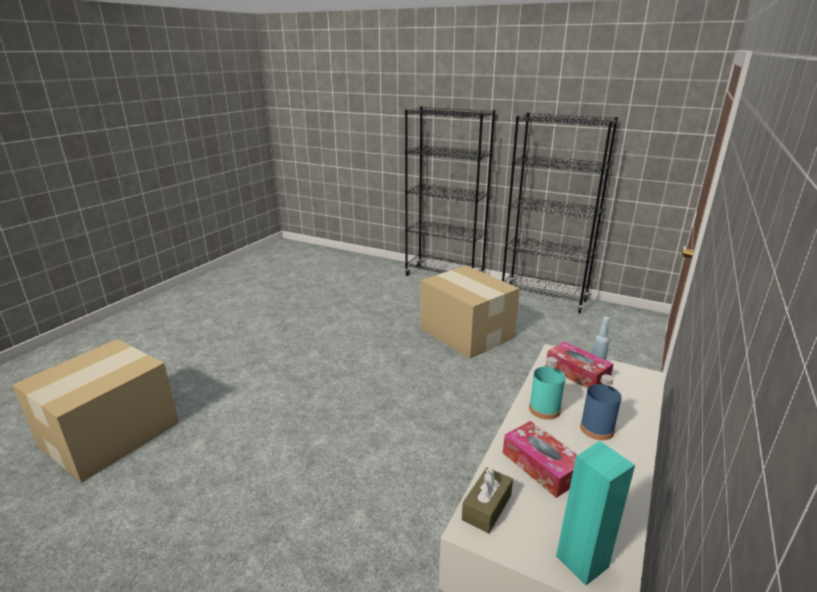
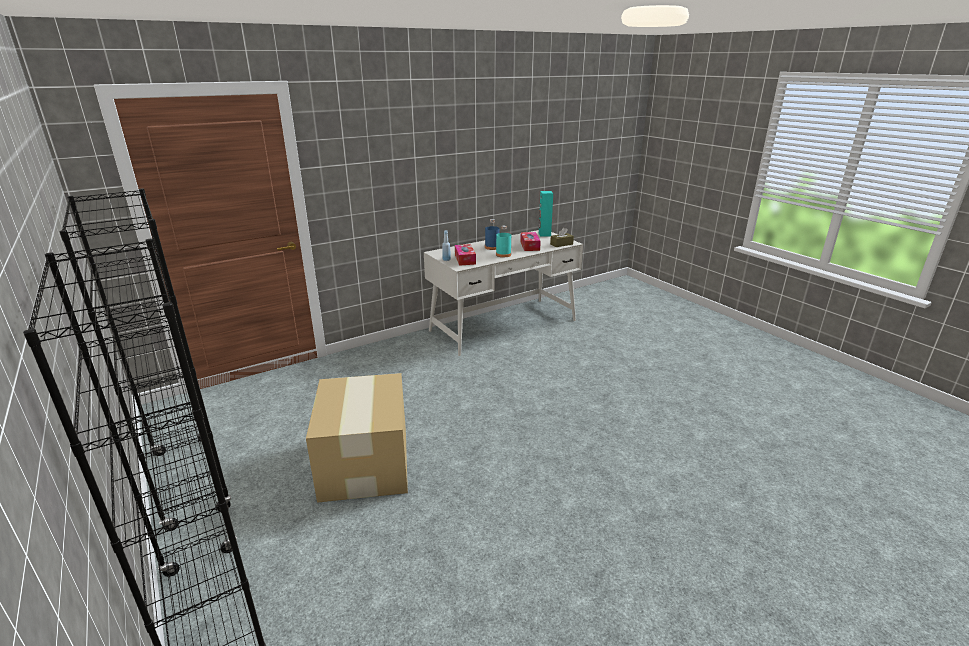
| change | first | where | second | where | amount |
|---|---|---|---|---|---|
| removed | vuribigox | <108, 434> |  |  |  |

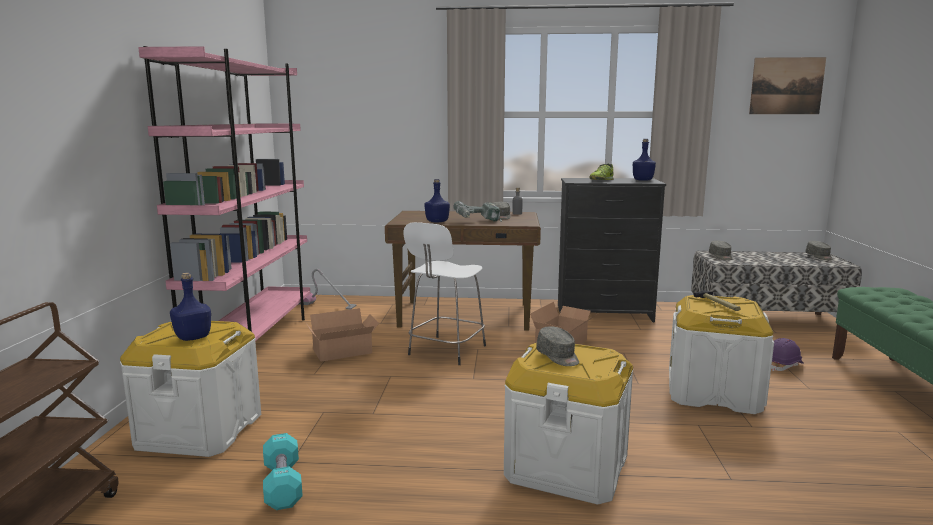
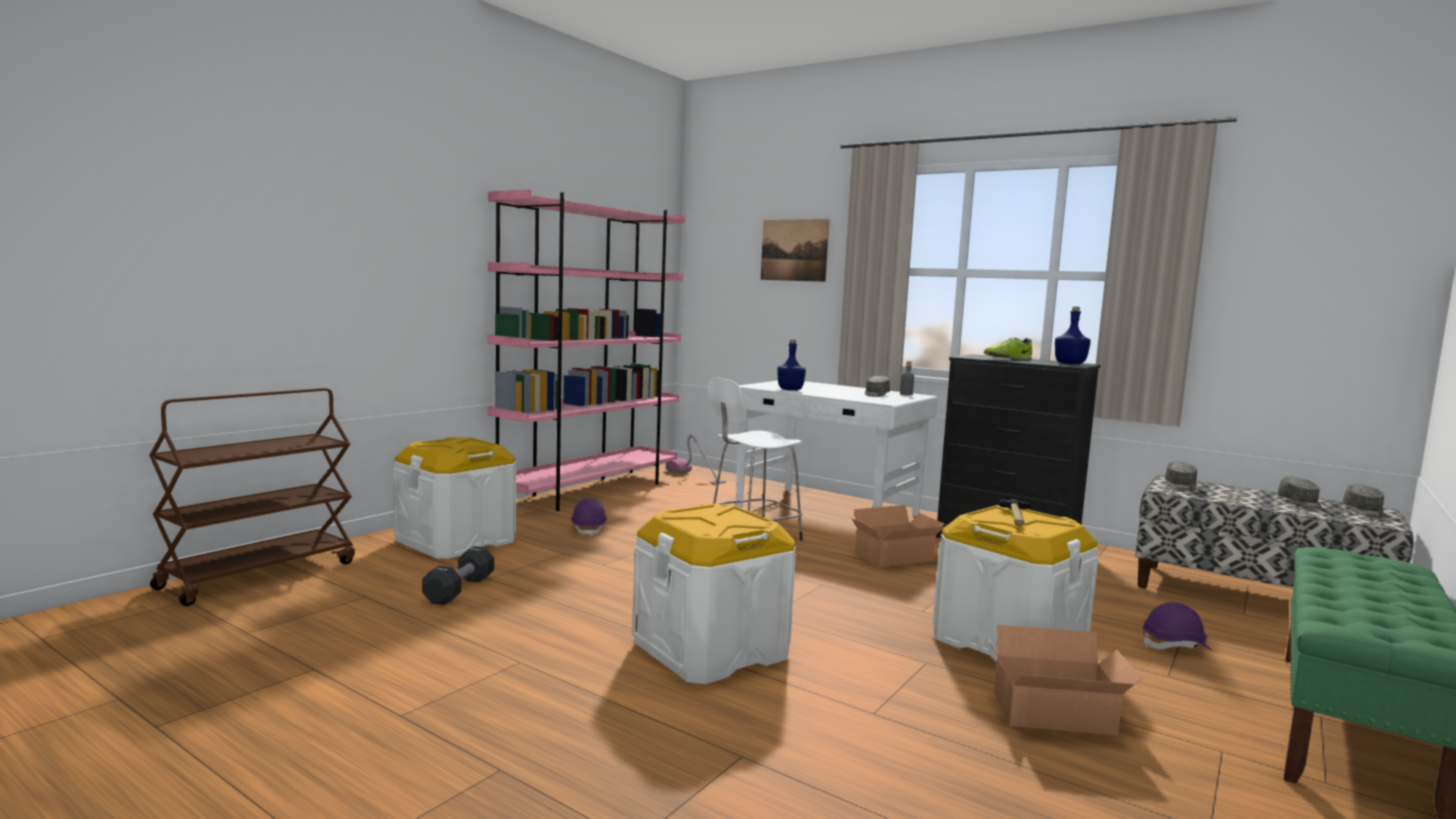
| change | first | where | second | where | amount |
|---|---|---|---|---|---|
| recoloured | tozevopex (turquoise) | <282, 484> | tozevopex (black) | <459, 590> |  |
| added |  |  | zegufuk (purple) | <589, 529> |  |
| recoloured | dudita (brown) | <466, 315> | dudita (white) | <827, 512> |  |
| moved | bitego | <786, 86> |  | <794, 250> |  |
| moved | vuribigox | <344, 352> |  | <1057, 715> |  |
| moved | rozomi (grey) | <558, 357> |  | <1300, 503> |  |
| removed | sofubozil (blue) | <192, 337> |  |  |  |
| removed | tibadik | <478, 222> |  |  |  |

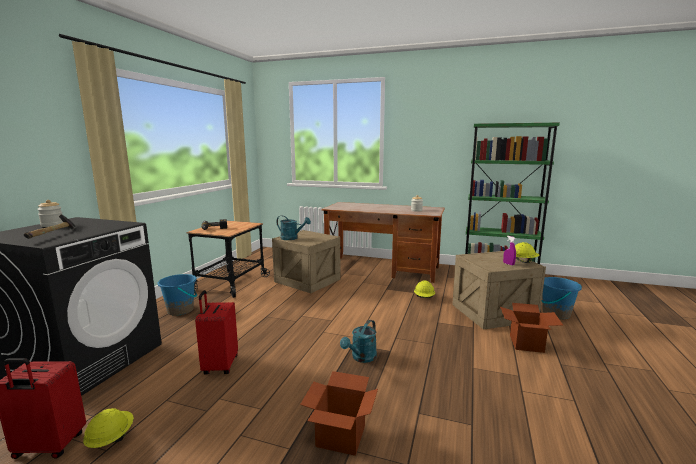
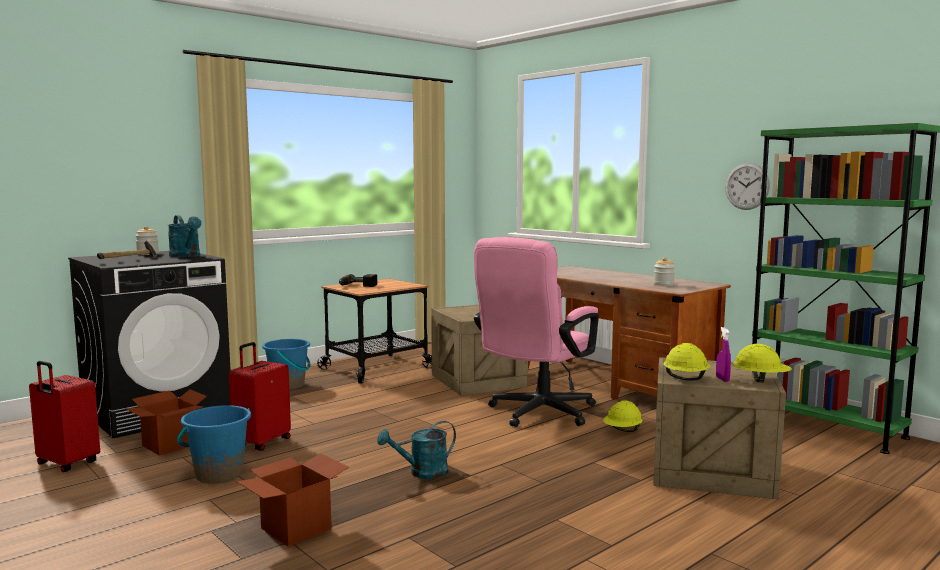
| change | first | where | second | where | amount |
|---|---|---|---|---|---|
| moved | vuribigox | <526, 343> |  | <170, 445> |  |
| moved | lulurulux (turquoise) | <292, 238> |  | <187, 256> |  |
| moved | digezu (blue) | <555, 314> |  | <219, 474> |  |
| added |  |  | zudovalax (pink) | <536, 414> |  |
| moved | zegufuk (yellow) | <110, 439> |  | <685, 378> |  |
| added |  |  | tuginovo | <747, 186> |  |

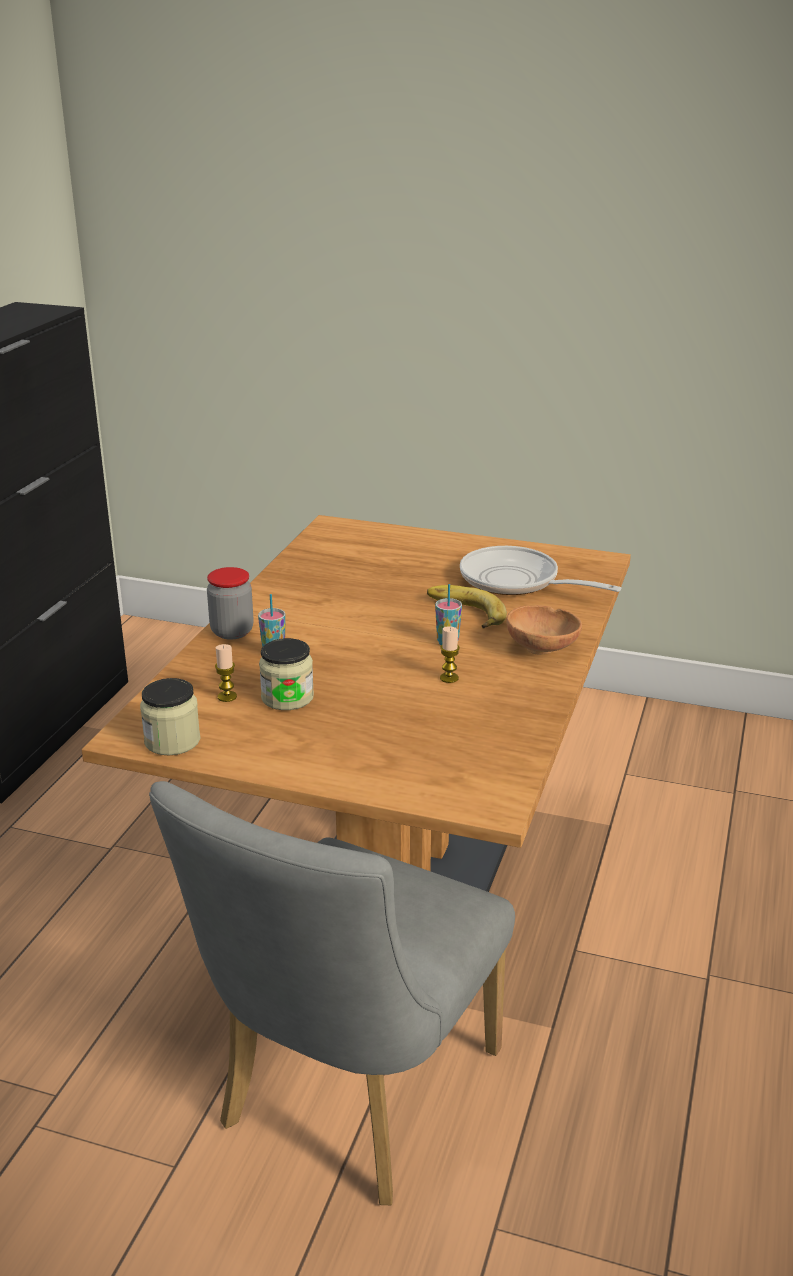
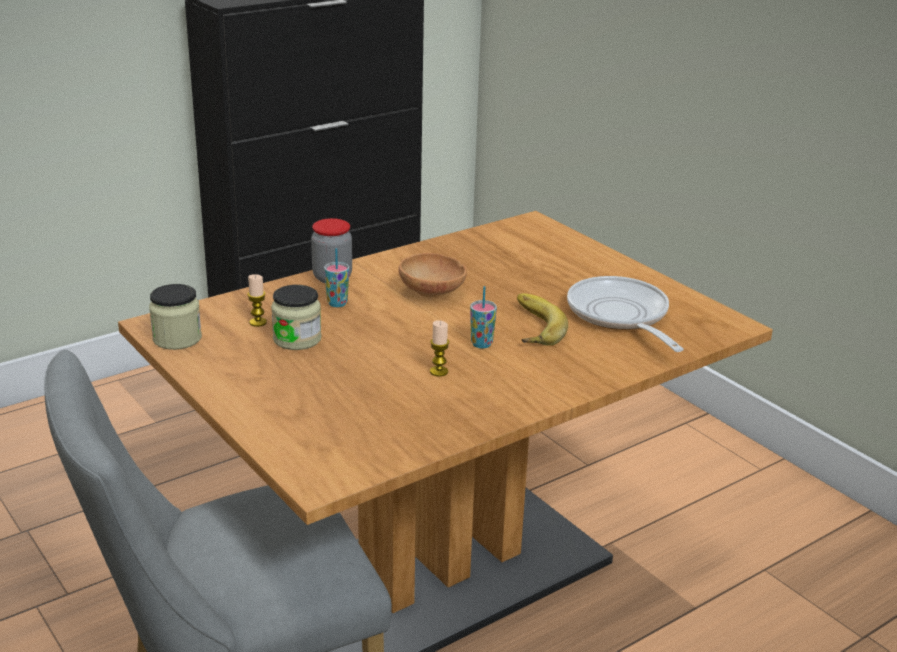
| change | first | where | second | where | amount |
|---|---|---|---|---|---|
| moved | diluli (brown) | <543, 649> |  | <433, 293> |  |

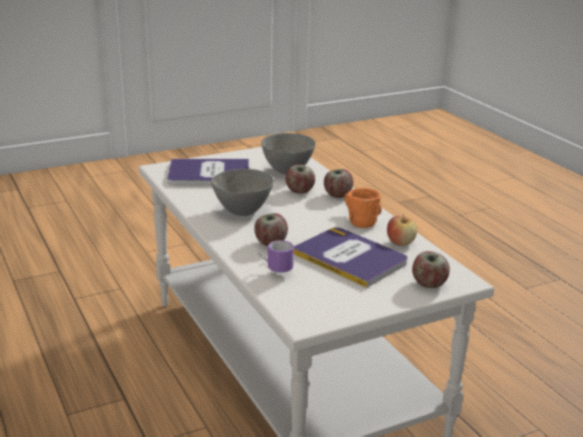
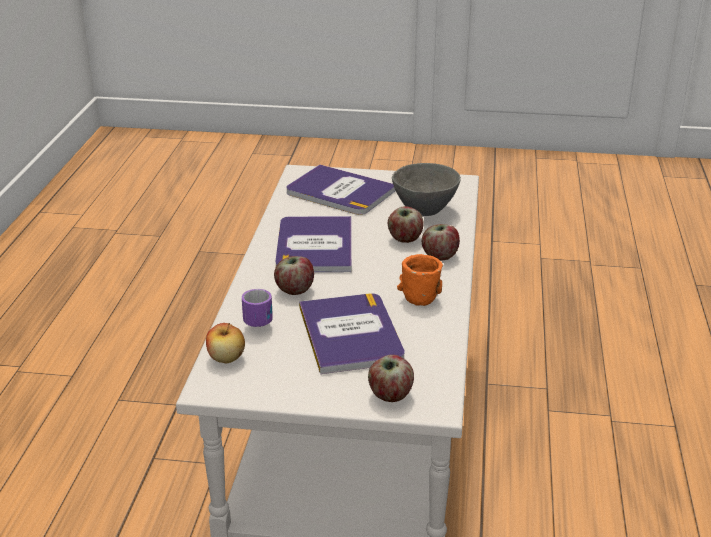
| change | first | where | second | where | amount |
|---|---|---|---|---|---|
| moved | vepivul | <400, 243> |  | <226, 358> |  |
| replaced | diluli (grey) | <242, 212> | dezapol | <314, 246> |  |

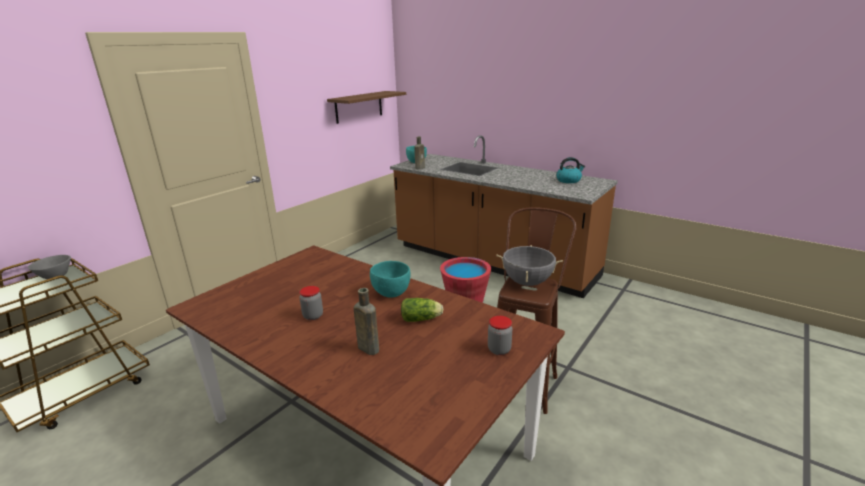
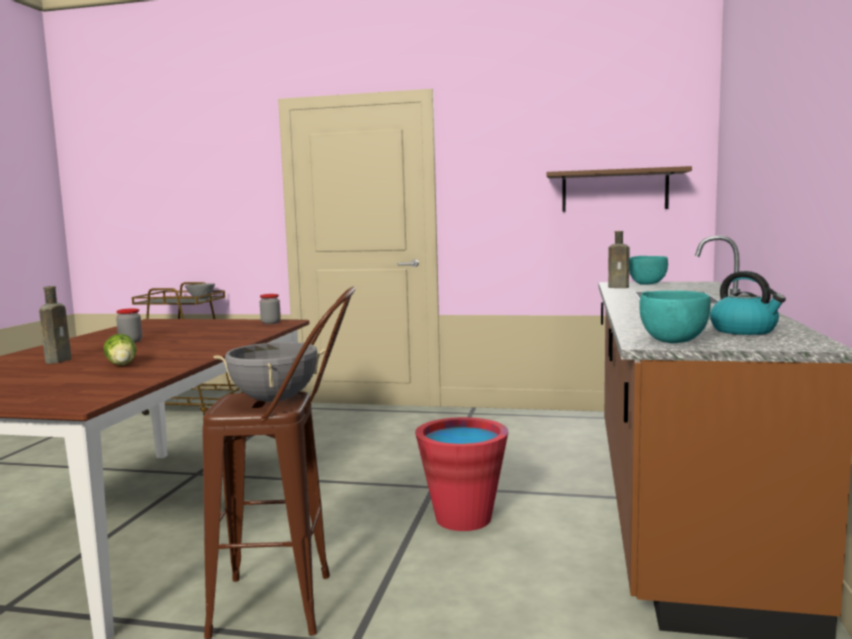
| change | first | where | second | where | amount |
|---|---|---|---|---|---|
| moved | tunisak | <499, 349> |  | <270, 322> |  |
| moved | diluli (turquoise) | <391, 293> |  | <673, 340> |  |

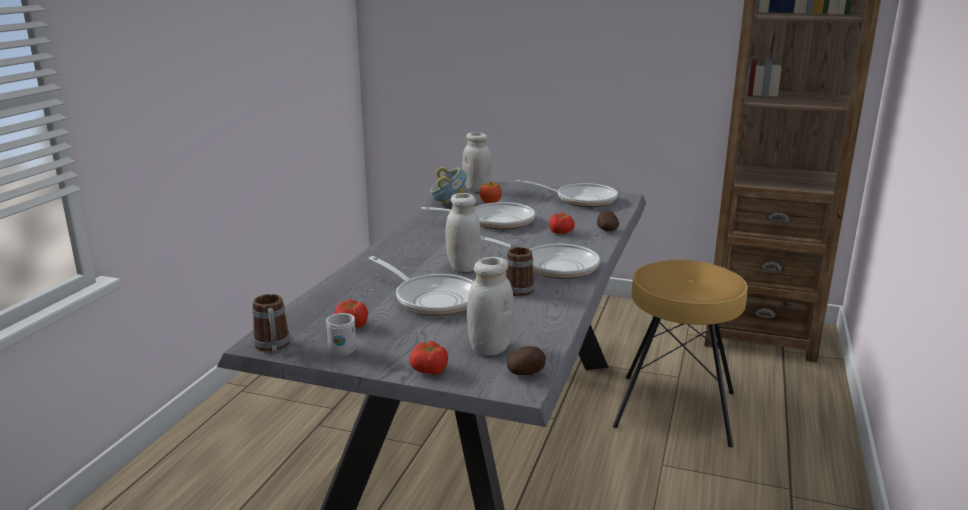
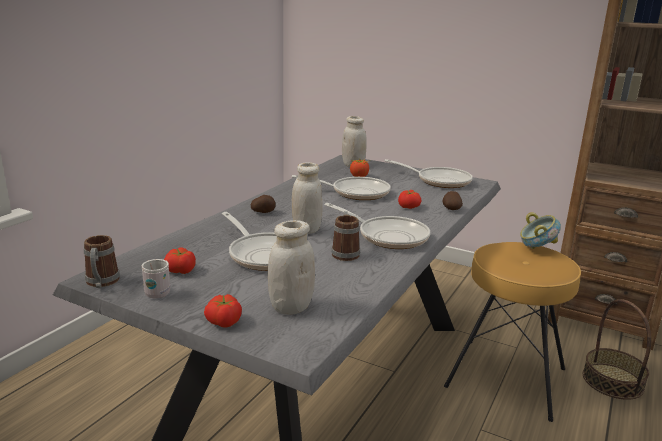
| change | first | where | second | where | amount |
|---|---|---|---|---|---|
| moved | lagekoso | <526, 373> |  | <263, 212> |  |
| moved | diluli | <448, 203> |  | <536, 248> |  |
| added |  |  | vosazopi | <613, 381> |  |

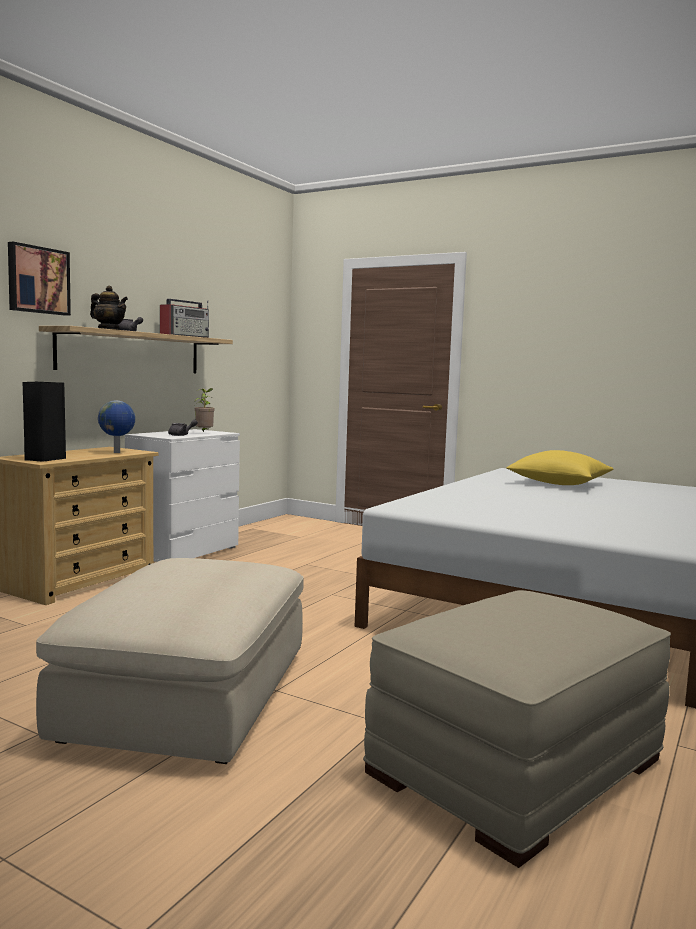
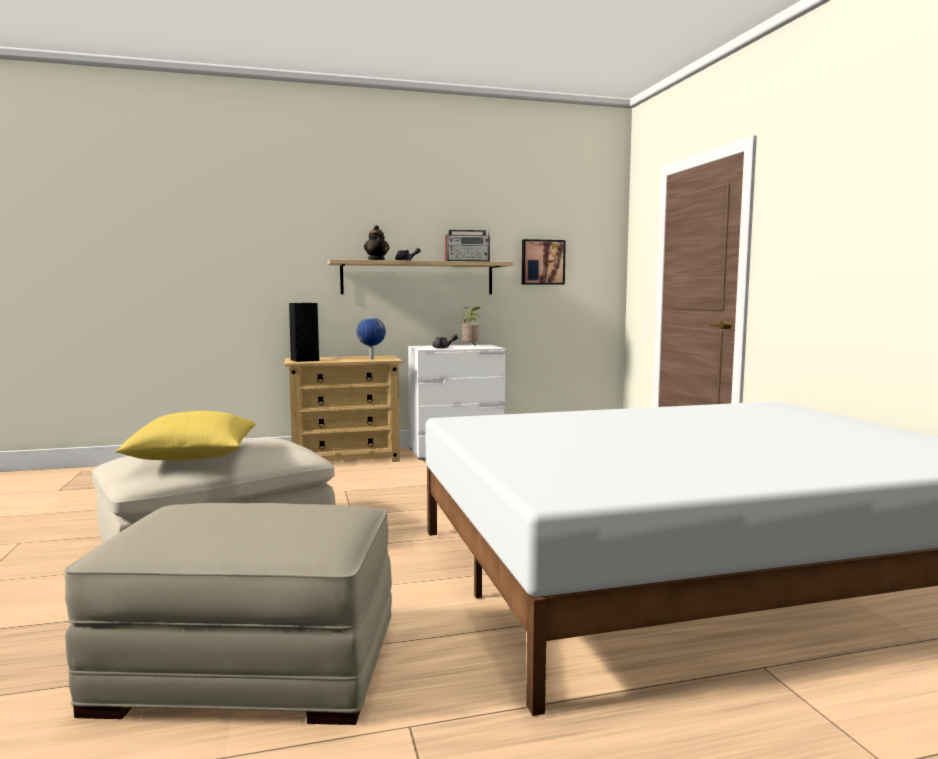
| change | first | where | second | where | amount |
|---|---|---|---|---|---|
| moved | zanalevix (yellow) | <559, 483> |  | <193, 456> |  |
| moved | bitego | <37, 280> |  | <542, 262> |  |

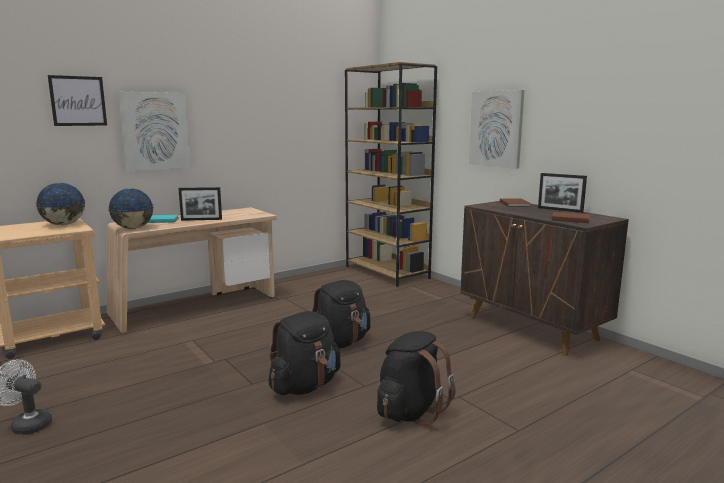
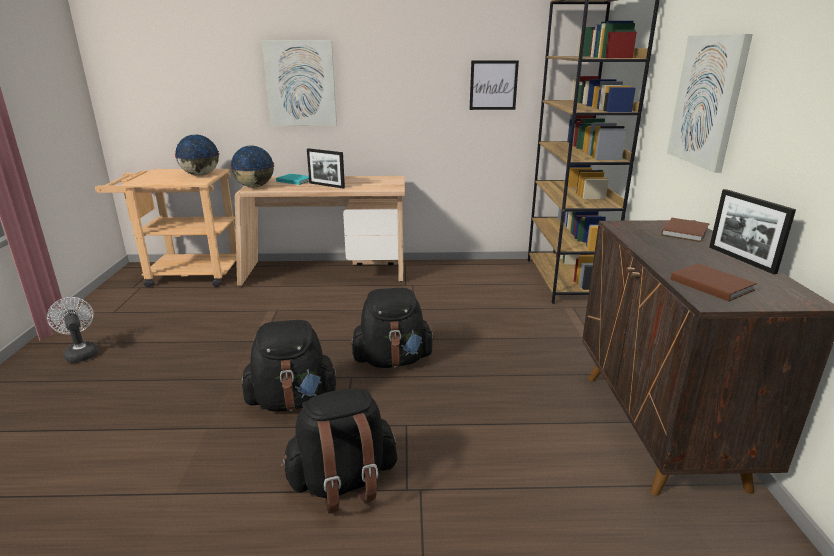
| change | first | where | second | where | amount |
|---|---|---|---|---|---|
| moved | bitego | <78, 101> |  | <493, 85> |  |

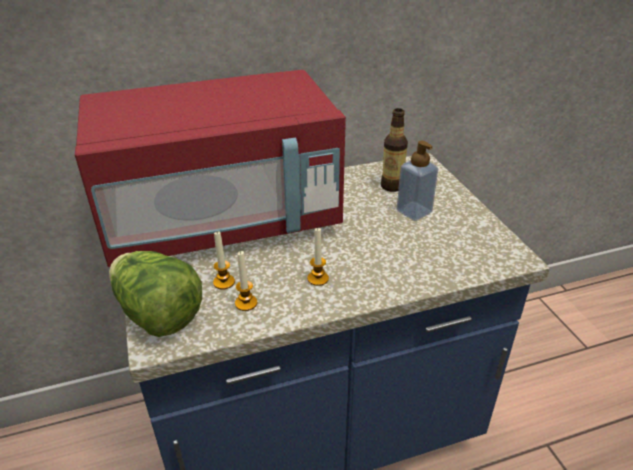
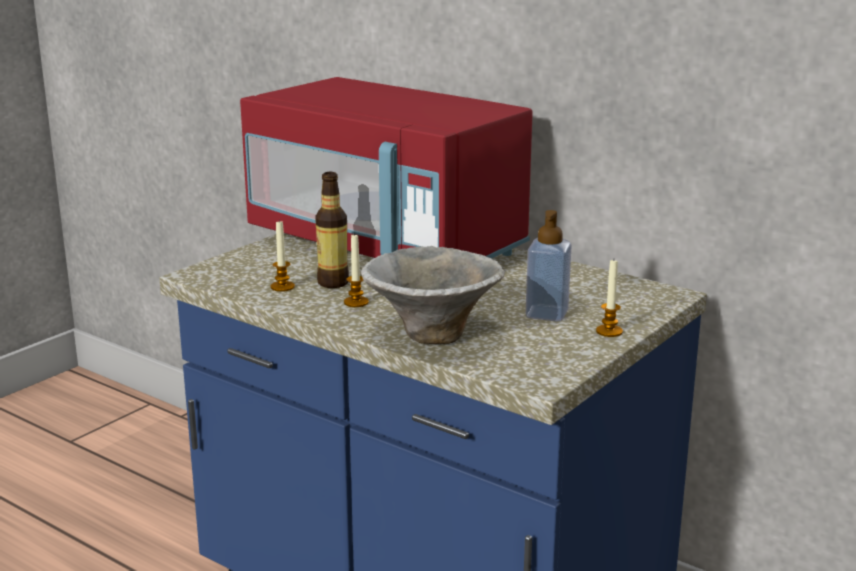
| change | first | where | second | where | amount |
|---|---|---|---|---|---|
| moved | sofubozil | <392, 186> |  | <333, 283> |  |
| added |  |  | diluli | <430, 335> |  |
| moved | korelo | <224, 282> |  | <609, 331> |  |
| removed | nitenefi | <158, 314> |  |  |  |

